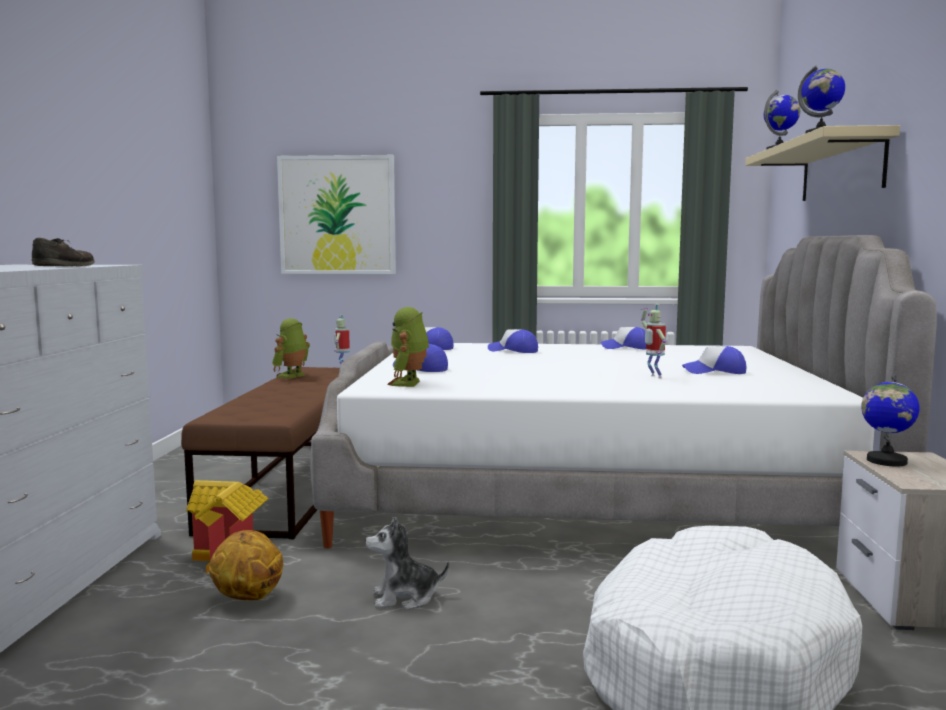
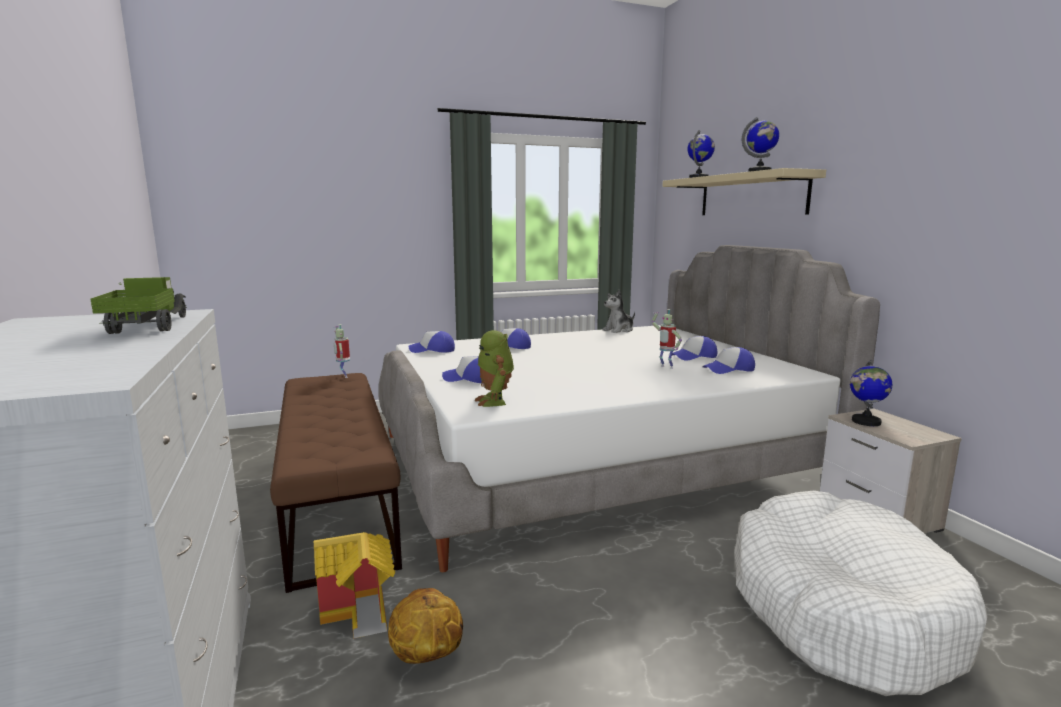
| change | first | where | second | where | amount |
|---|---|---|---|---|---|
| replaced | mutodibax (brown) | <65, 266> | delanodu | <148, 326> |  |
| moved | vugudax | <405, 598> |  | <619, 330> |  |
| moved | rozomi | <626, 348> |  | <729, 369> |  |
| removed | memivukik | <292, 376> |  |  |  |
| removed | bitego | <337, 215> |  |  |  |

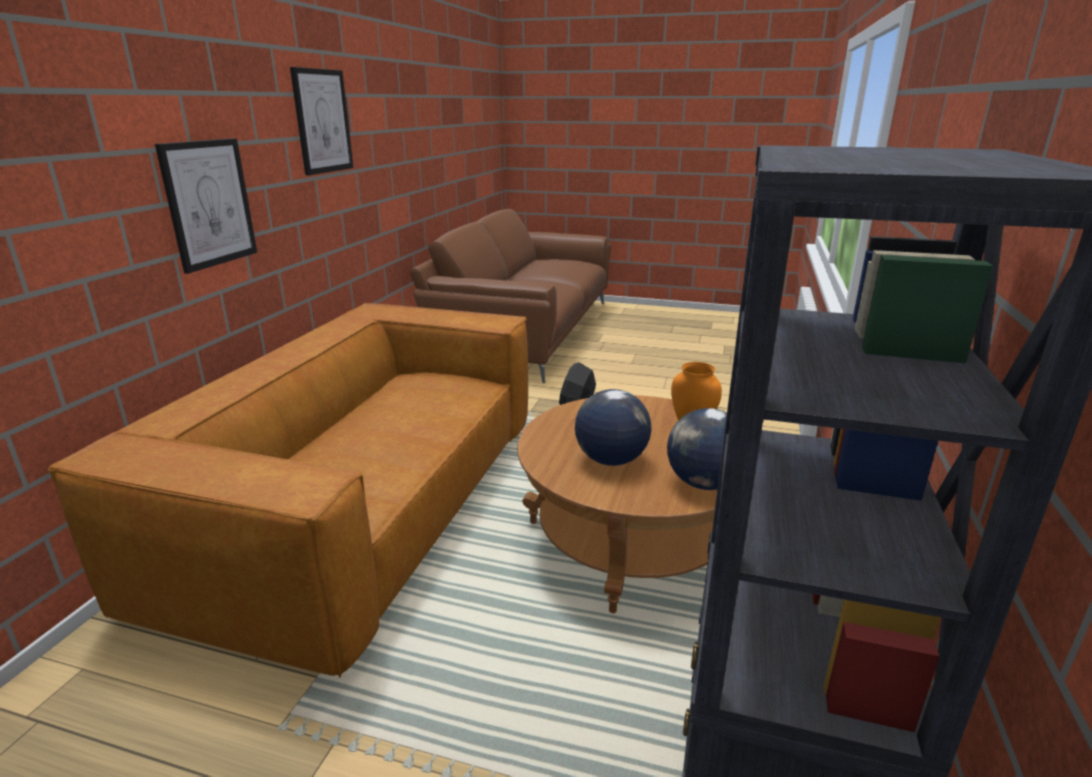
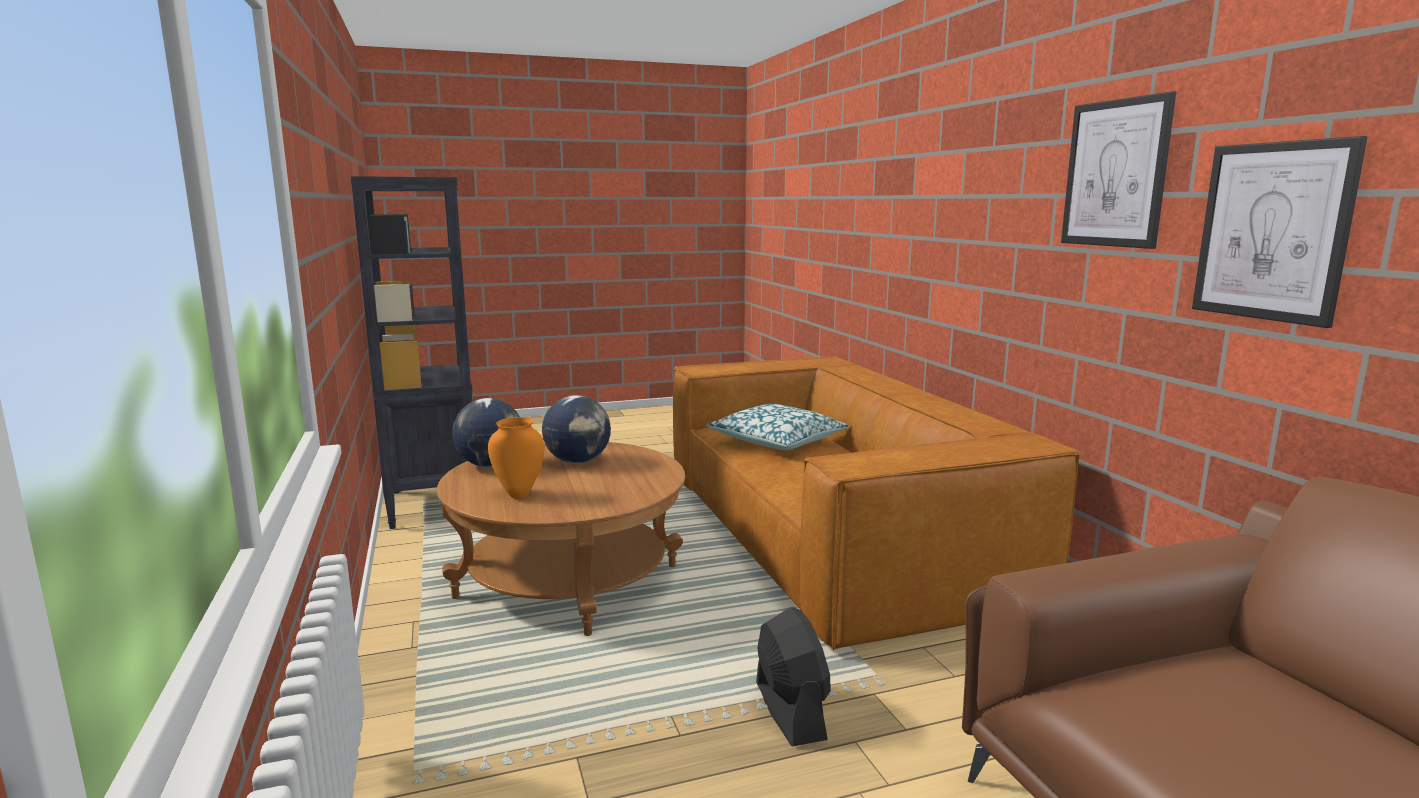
| change | first | where | second | where | amount |
|---|---|---|---|---|---|
| added |  |  | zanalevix | <777, 441> |  |
| moved | bitego | <209, 203> |  | <1272, 231> |  |

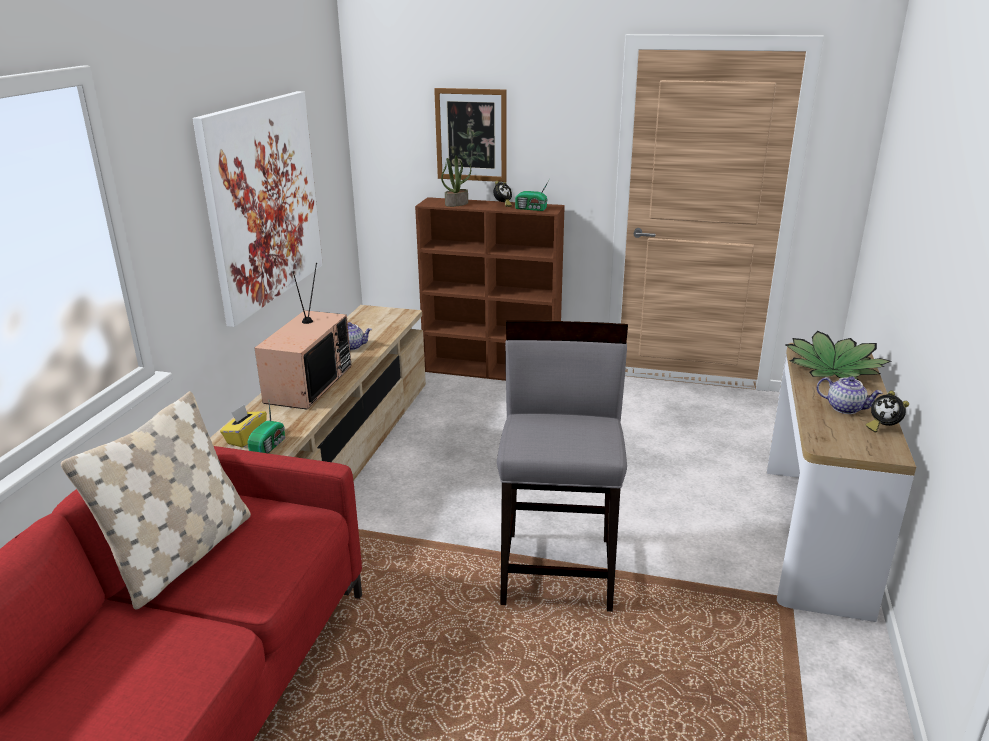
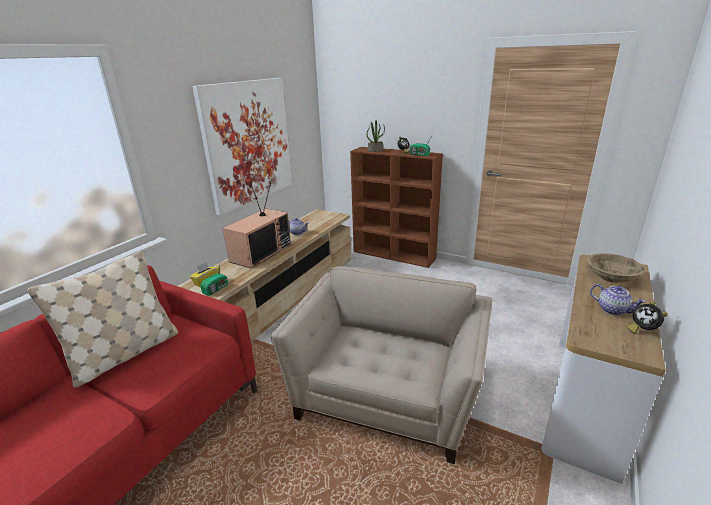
| change | first | where | second | where | amount |
|---|---|---|---|---|---|
| replaced | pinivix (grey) | <559, 569> | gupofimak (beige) | <388, 394> |  |
| replaced | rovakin | <833, 369> | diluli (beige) | <611, 278> |  |
| removed | bitego | <471, 135> |  |  |  |

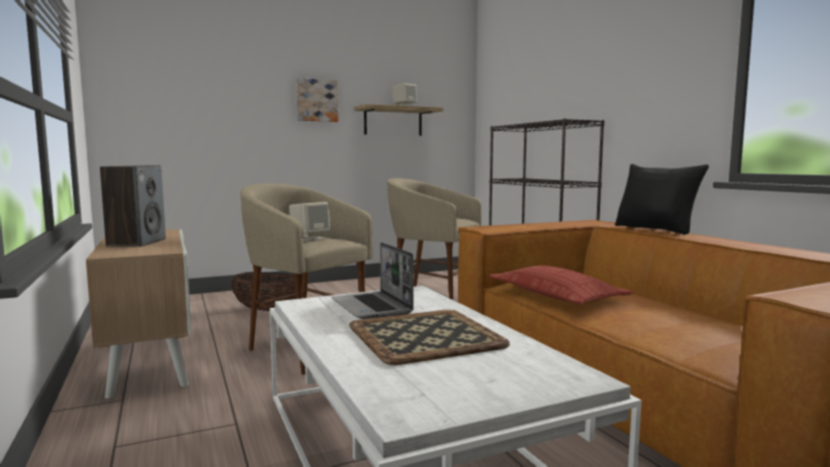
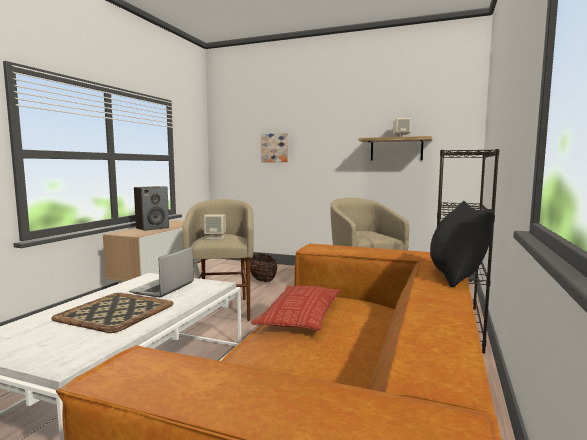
| change | first | where | second | where | amount |
|---|---|---|---|---|---|
| moved | bitego | <317, 100> |  | <275, 148> |  |

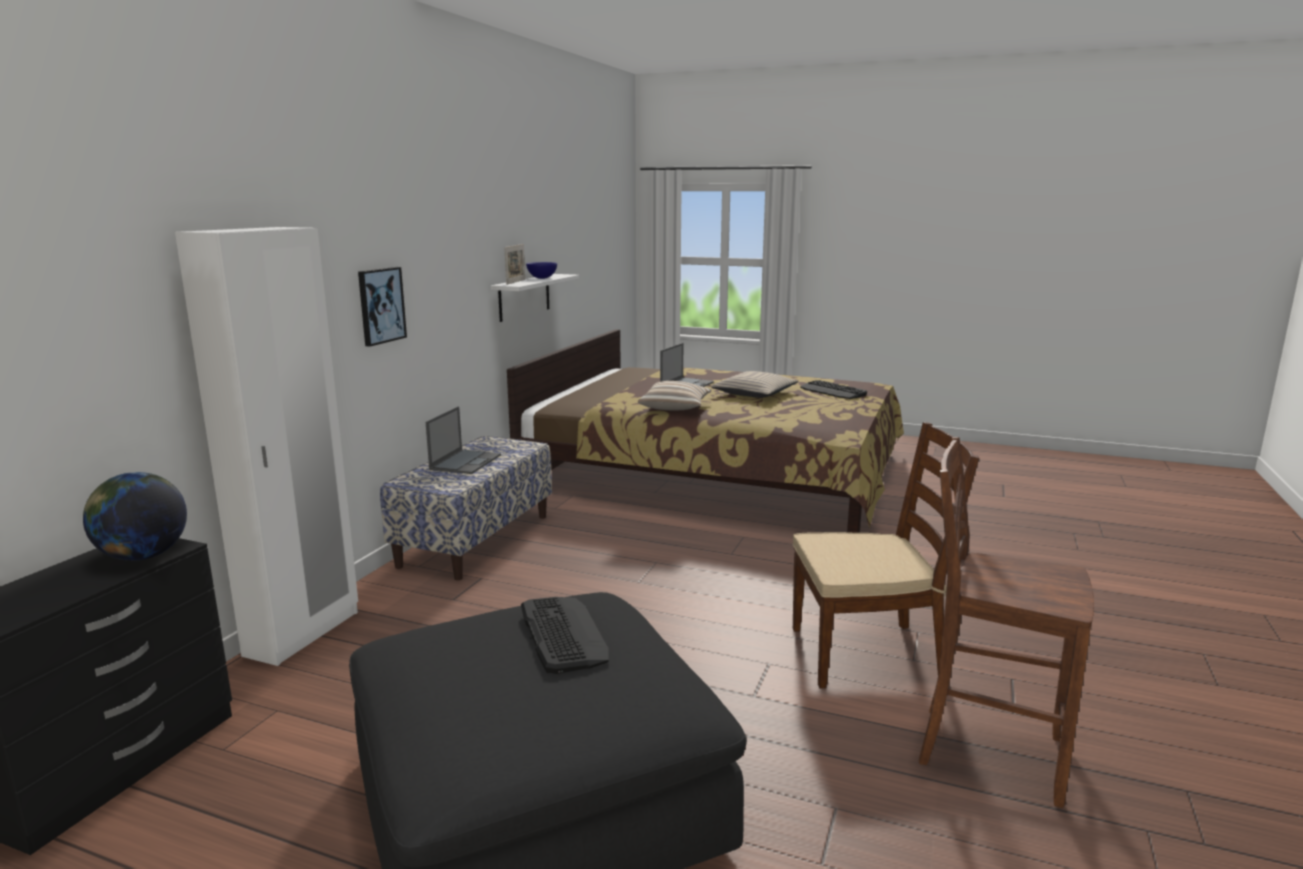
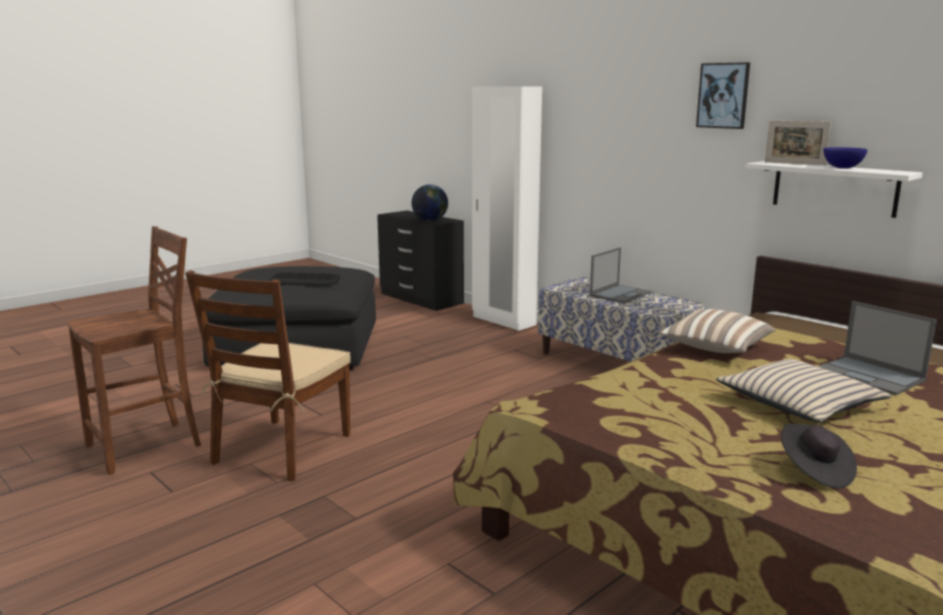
| change | first | where | second | where | amount |
|---|---|---|---|---|---|
| turned | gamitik | <466, 462> |  | <621, 294> | 90 degrees counterclockwise |
| moved | bitego | <381, 305> |  | <723, 95> |  |
| replaced | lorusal | <833, 391> | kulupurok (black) | <814, 471> |  |

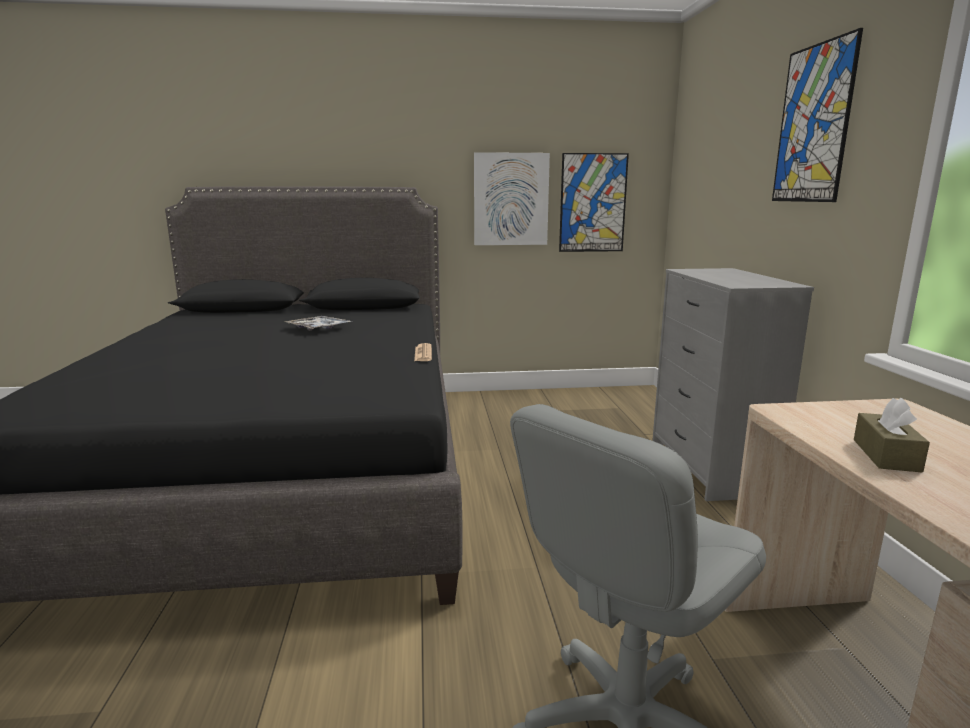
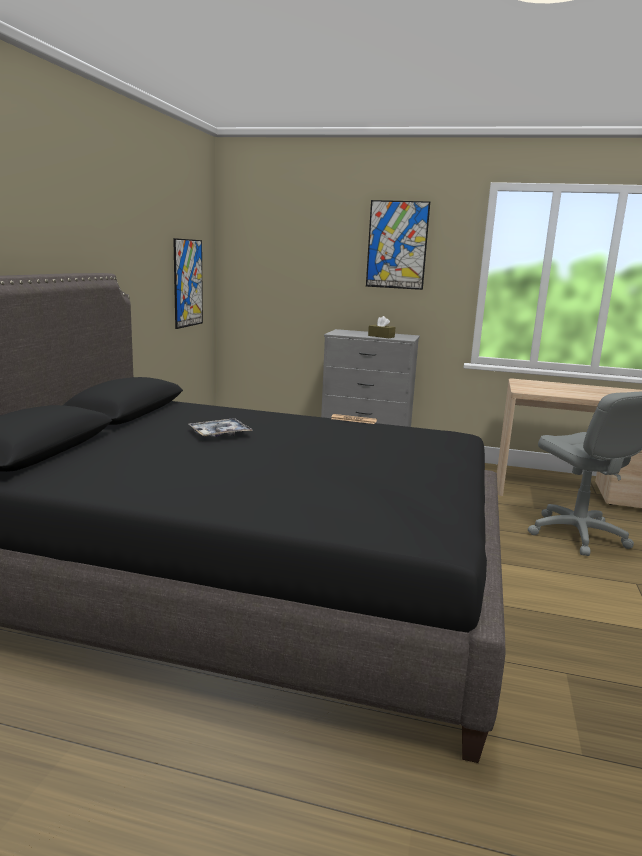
| change | first | where | second | where | amount |
|---|---|---|---|---|---|
| moved | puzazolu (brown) | <886, 455> |  | <381, 336> |  |
| removed | bitego | <510, 199> |  |  |  |

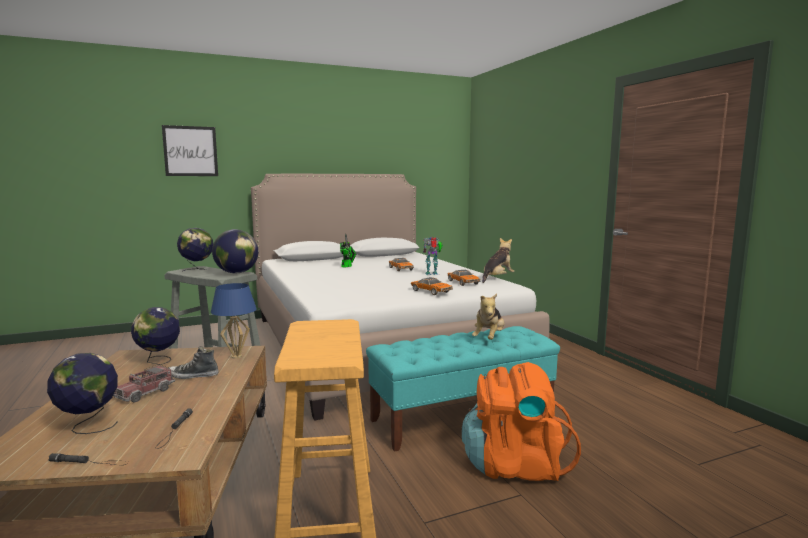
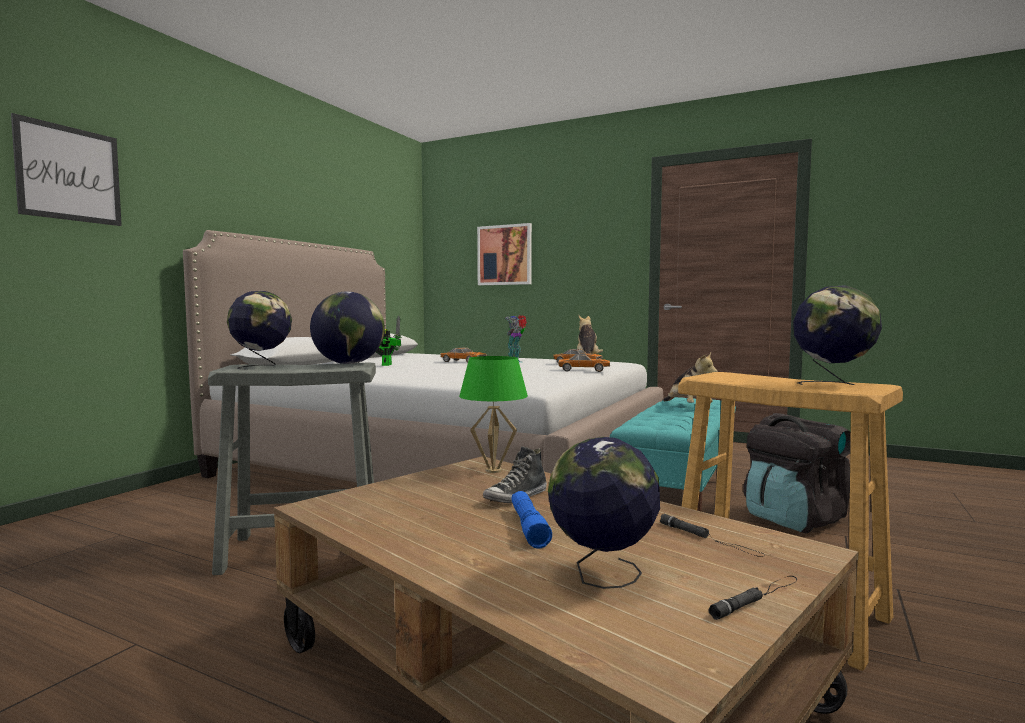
| change | first | where | second | where | amount |
|---|---|---|---|---|---|
| recoloured | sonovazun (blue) | <237, 356> | sonovazun (green) | <493, 470> |  |
| added |  |  | bitego | <505, 255> |  |
| replaced | delanodu | <145, 393> | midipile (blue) | <528, 527> |  |
| recoloured | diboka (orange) | <514, 465> | diboka (black) | <794, 520> |  |
| moved | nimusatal | <158, 361> |  | <833, 384> |  |

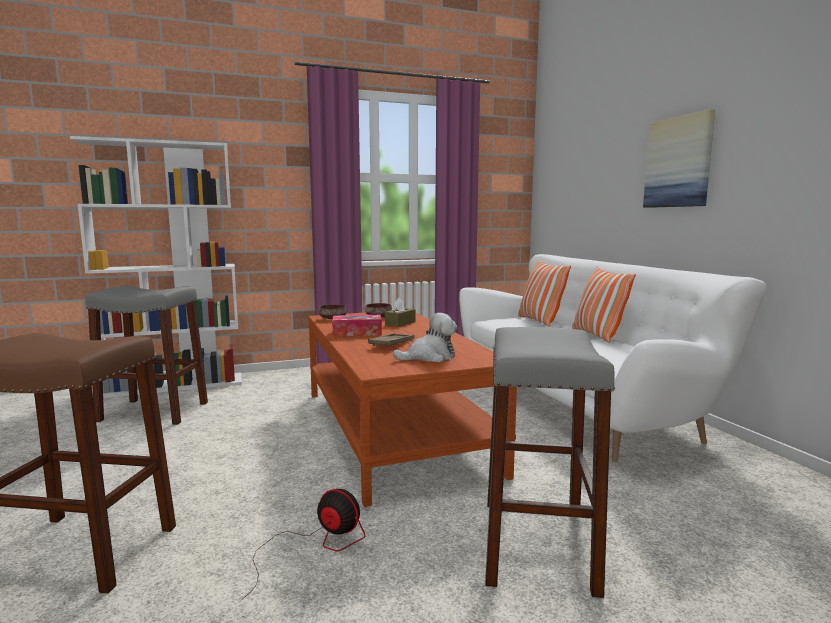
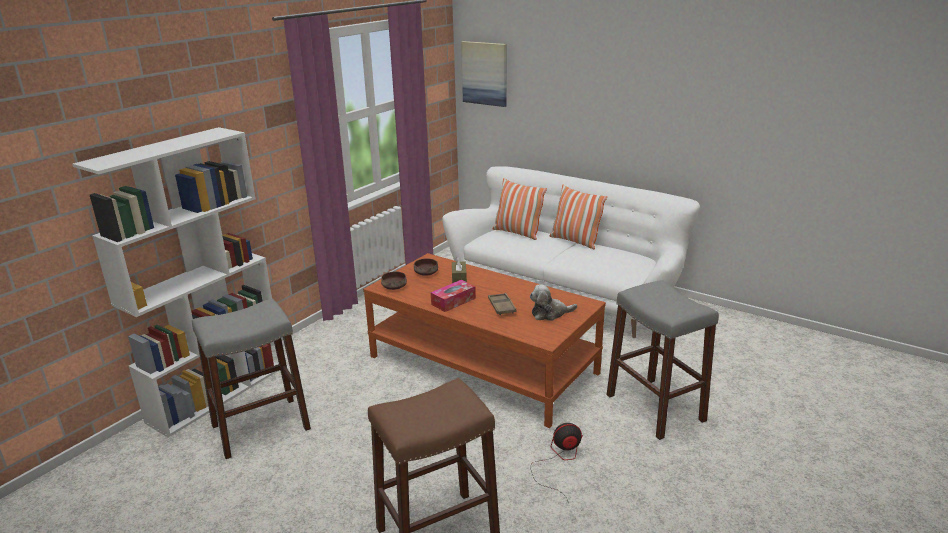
| change | first | where | second | where | amount |
|---|---|---|---|---|---|
| moved | bitego | <678, 162> |  | <485, 73> |  |
| turned | vugudax | <429, 357> |  | <550, 313> | 135 degrees counterclockwise |

